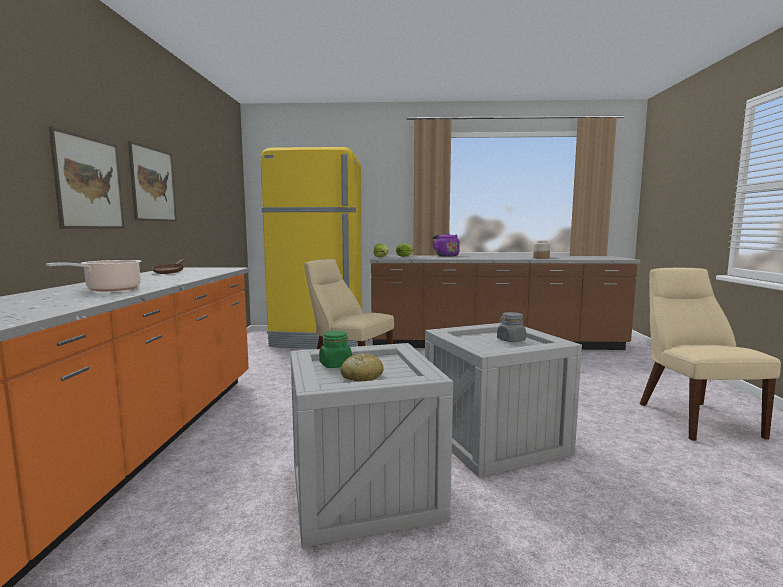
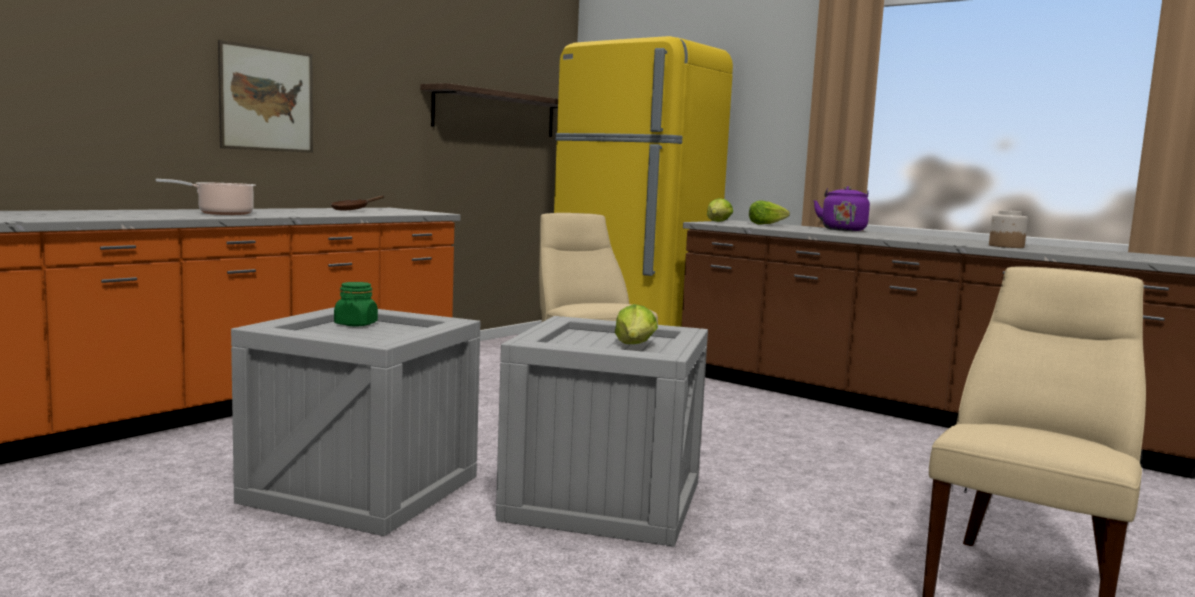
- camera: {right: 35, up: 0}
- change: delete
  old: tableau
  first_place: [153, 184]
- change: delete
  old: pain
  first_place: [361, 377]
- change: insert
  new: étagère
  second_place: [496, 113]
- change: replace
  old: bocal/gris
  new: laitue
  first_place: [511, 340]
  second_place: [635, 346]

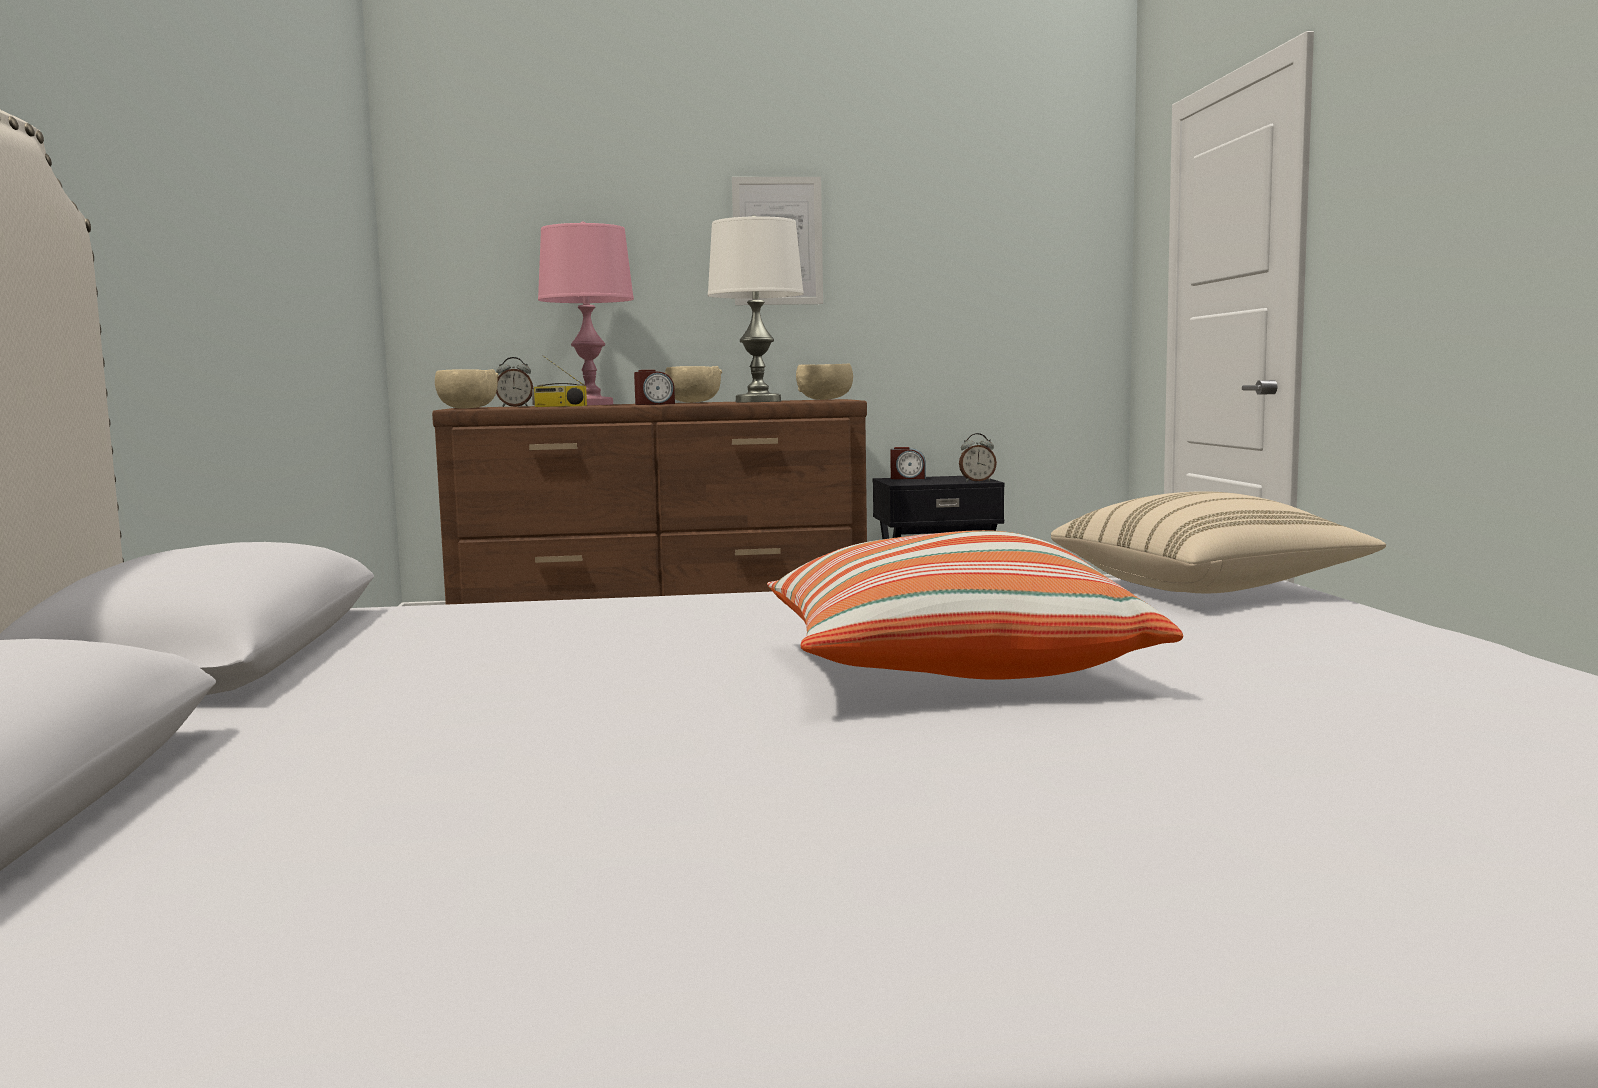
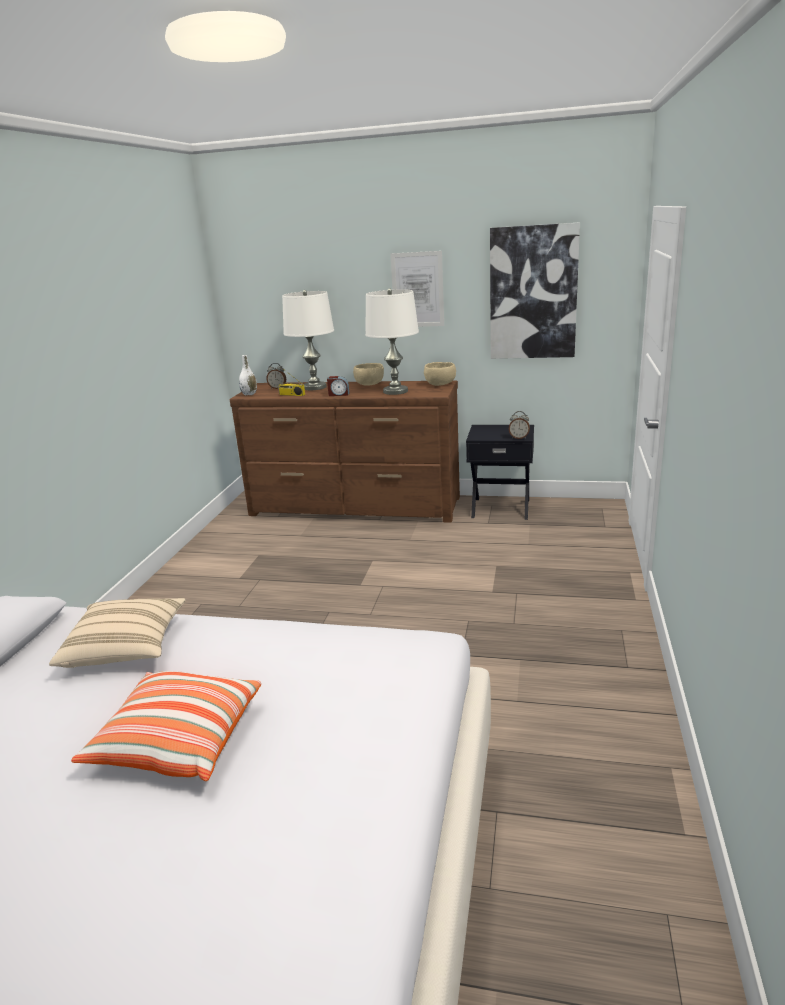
- camera: {right: 20, up: 15}
- change: delete
  old: réveil
  first_place: [908, 478]
- change: insert
  new: tableau
  second_place: [533, 293]
- change: move
  old: coussin/beige
  first_place: [1208, 588]
  second_place: [126, 648]
- change: replace
  old: bol/beige
  new: vase/blanc
  first_place: [467, 408]
  second_place: [249, 394]
- change: recolor
  old: lampe de table/rose
  new: lampe de table/blanc
  first_place: [591, 405]
  second_place: [315, 387]

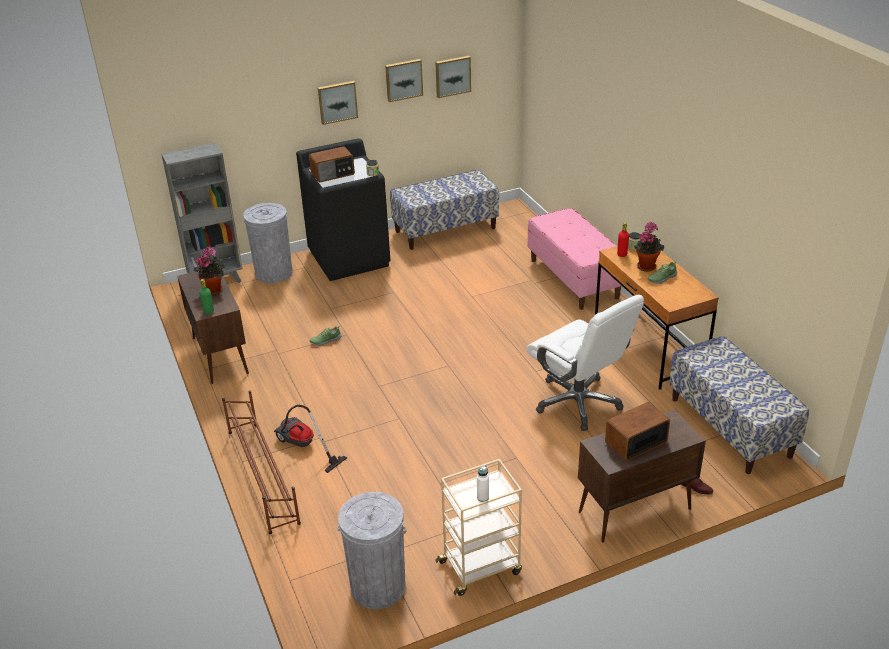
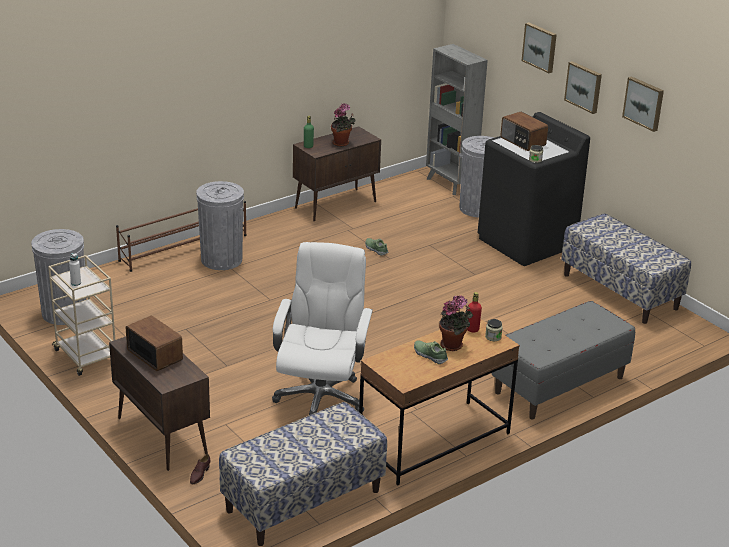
- camera: {right: 75, up: -5}
- change: move
  old: tableau
  first_place: [452, 76]
  second_place: [540, 47]
- change: replace
  old: aspirateur
  new: poubelle/gris
  first_place: [302, 447]
  second_place: [221, 259]
- change: recolor
  old: banc/rose
  new: banc/gris
  first_place: [574, 279]
  second_place: [559, 385]
- change: rotate
  old: chaise de bureau/blanc
  first_place: [578, 402]
  second_place: [320, 397]
  degrees: 150

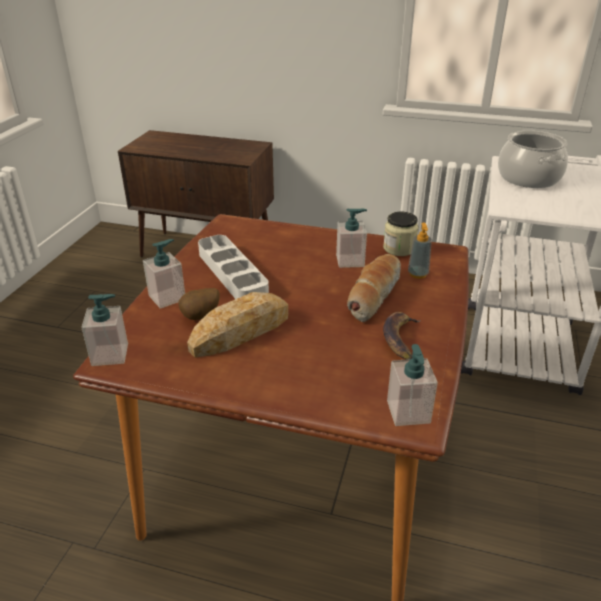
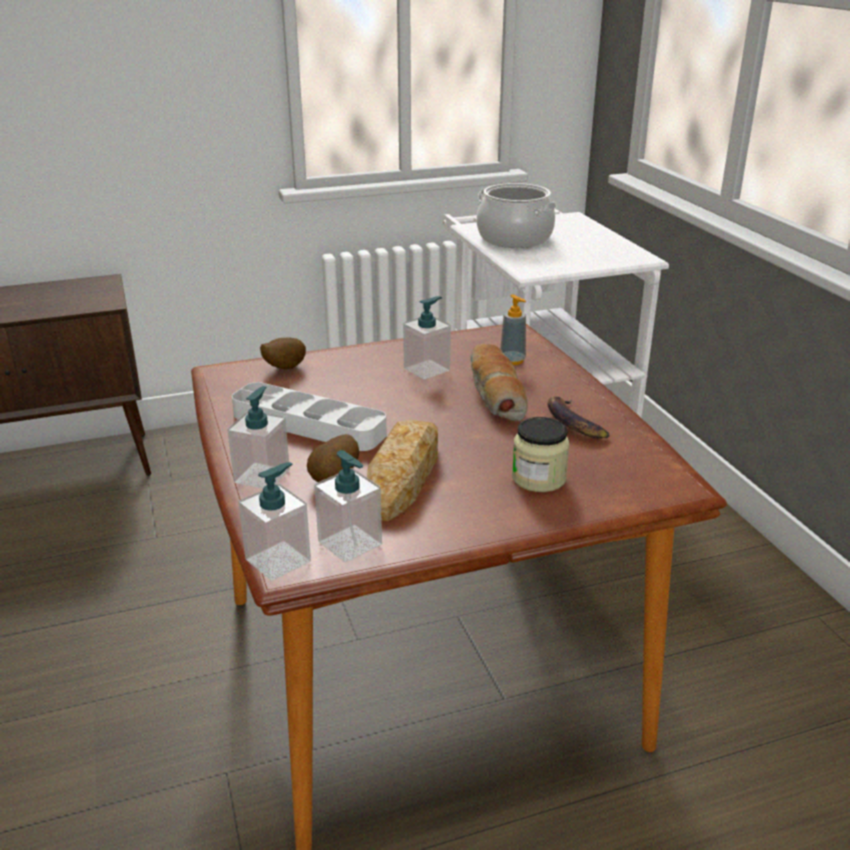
- camera: {right: -35, up: -5}
- change: insert
  new: pomme de terre
  second_place: [283, 368]
- change: move
  old: bocal
  first_place: [399, 248]
  second_place: [538, 478]
- change: move
  old: distributeur de savon
  first_place: [408, 412]
  second_place: [350, 543]

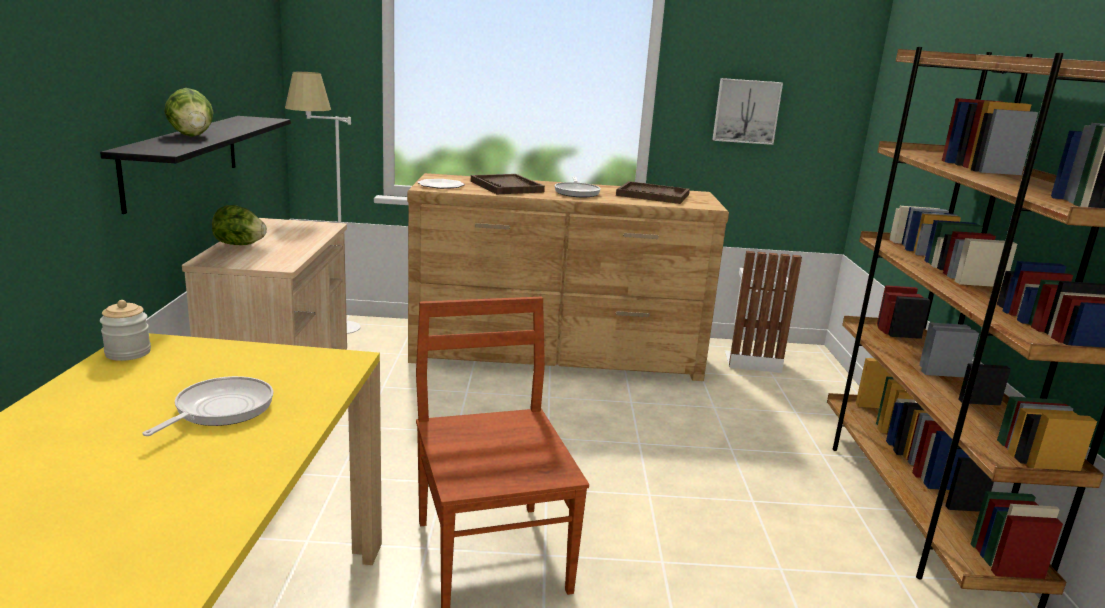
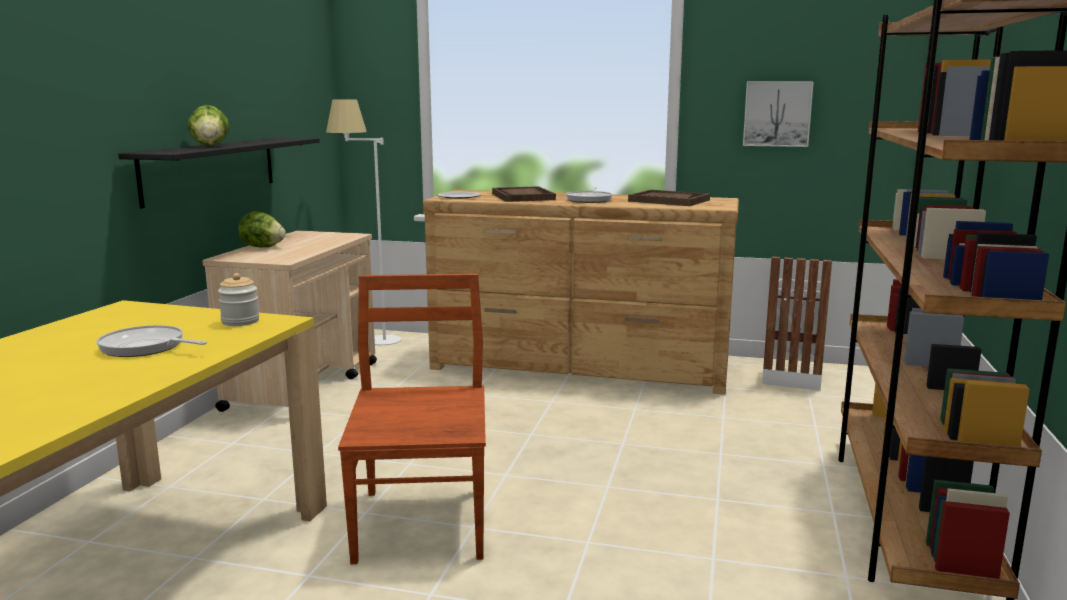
- camera: {right: 15, up: -5}
- change: move
  old: bocal
  first_place: [128, 353]
  second_place: [240, 321]
- change: rotate
  old: poêle
  first_place: [220, 410]
  second_place: [146, 347]
  degrees: -105

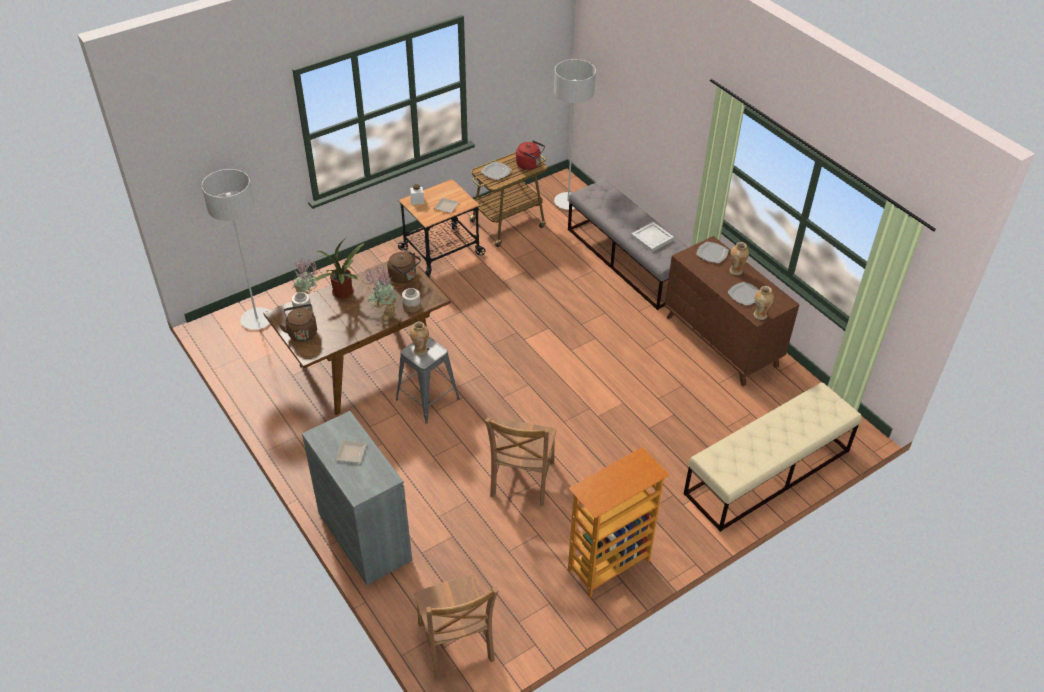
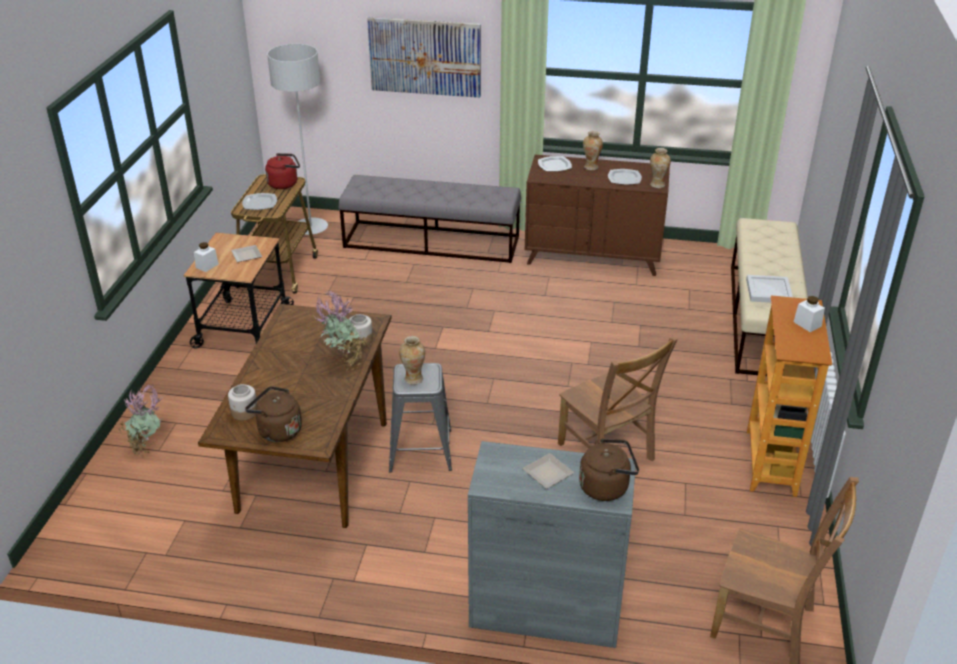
- camera: {right: -45, up: -10}
- change: delete
  old: lampadaire/gris
  first_place: [257, 320]
- change: delete
  old: plante en pot
  first_place: [344, 294]
- change: insert
  new: tableau
  second_place: [425, 57]
- change: insert
  new: bocal/blanc
  second_place: [807, 324]
- change: move
  old: bouilloire/marron
  first_place: [404, 277]
  second_place: [607, 486]
- change: move
  old: plateau/blanc
  first_place: [652, 238]
  second_place: [768, 291]

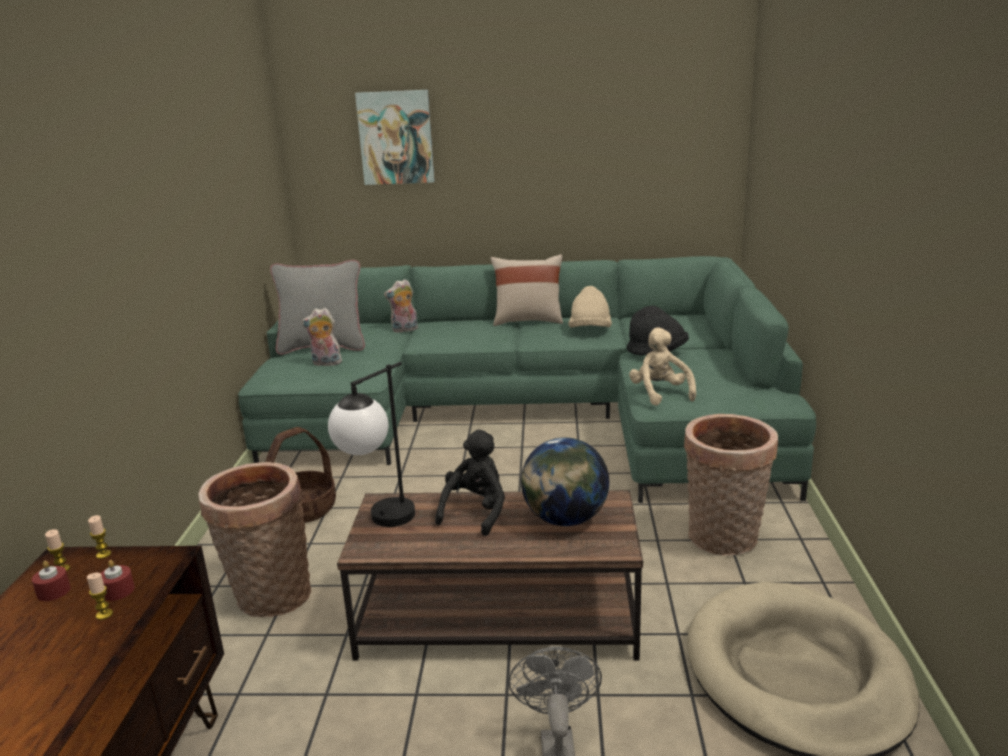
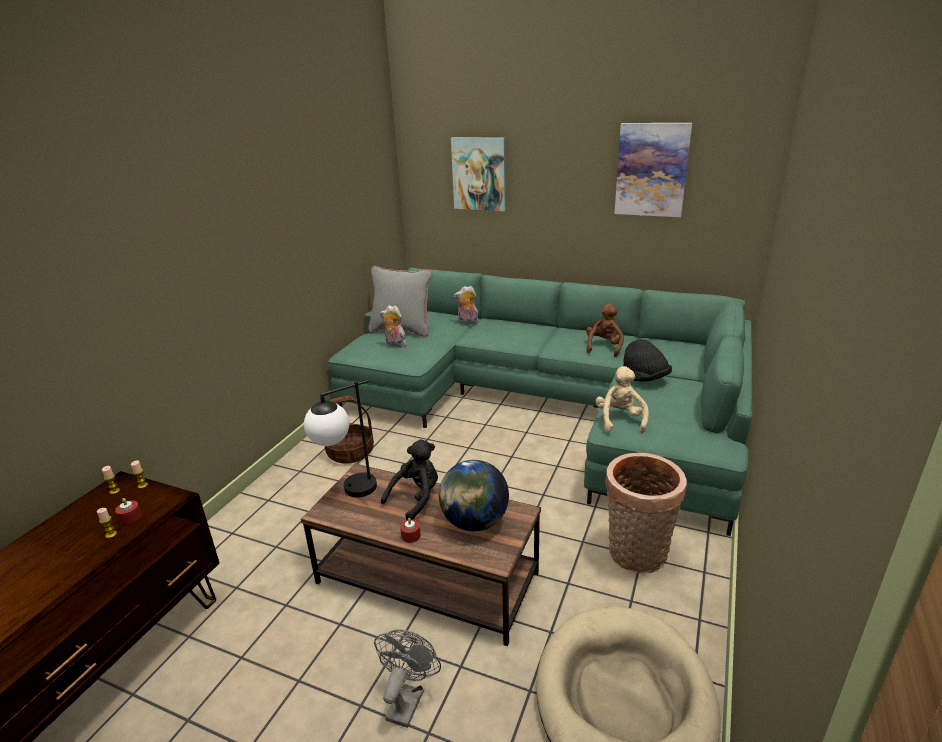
- camera: {right: 20, up: 5}
- change: delete
  old: panier
  first_place: [269, 597]
- change: delete
  old: coussin/beige
  first_place: [528, 321]
- change: insert
  new: tableau
  second_place: [651, 170]
- change: move
  old: bougie/rouge
  first_place: [53, 591]
  second_place: [411, 536]
- change: replace
  old: chapeau/beige
  new: peluche/marron
  first_place: [590, 331]
  second_place: [604, 347]

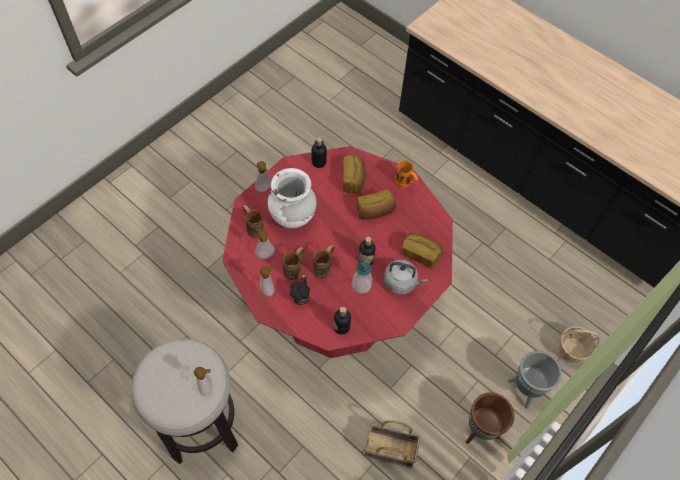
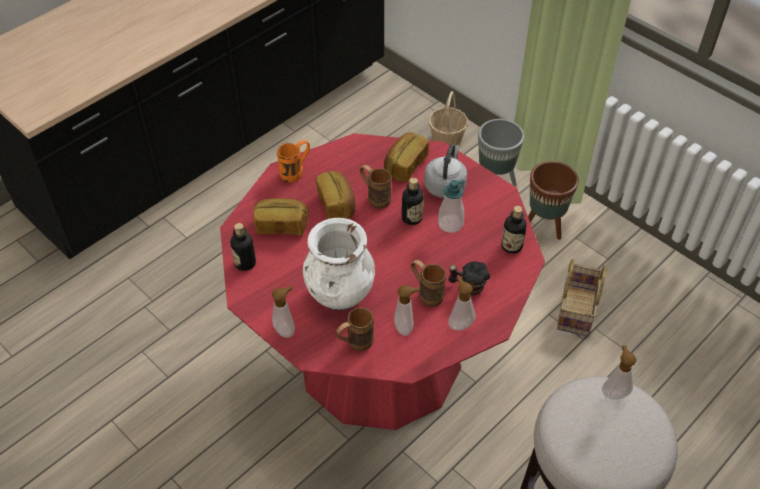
- camera: {right: -85, up: -10}
- change: move
  old: mug/marron
  first_place: [324, 267]
  second_place: [375, 197]

